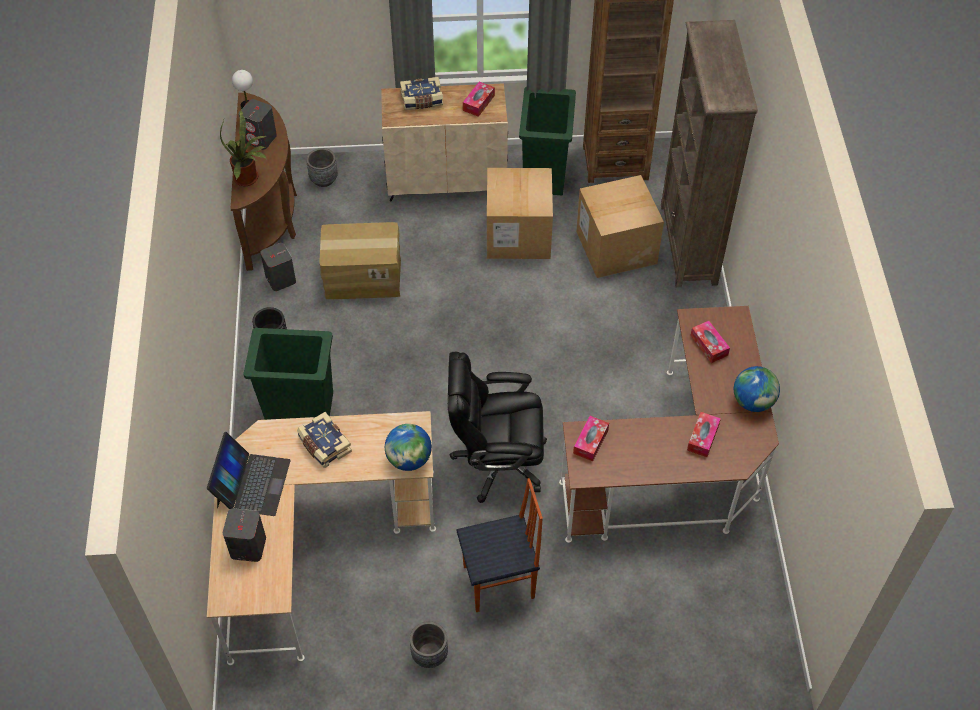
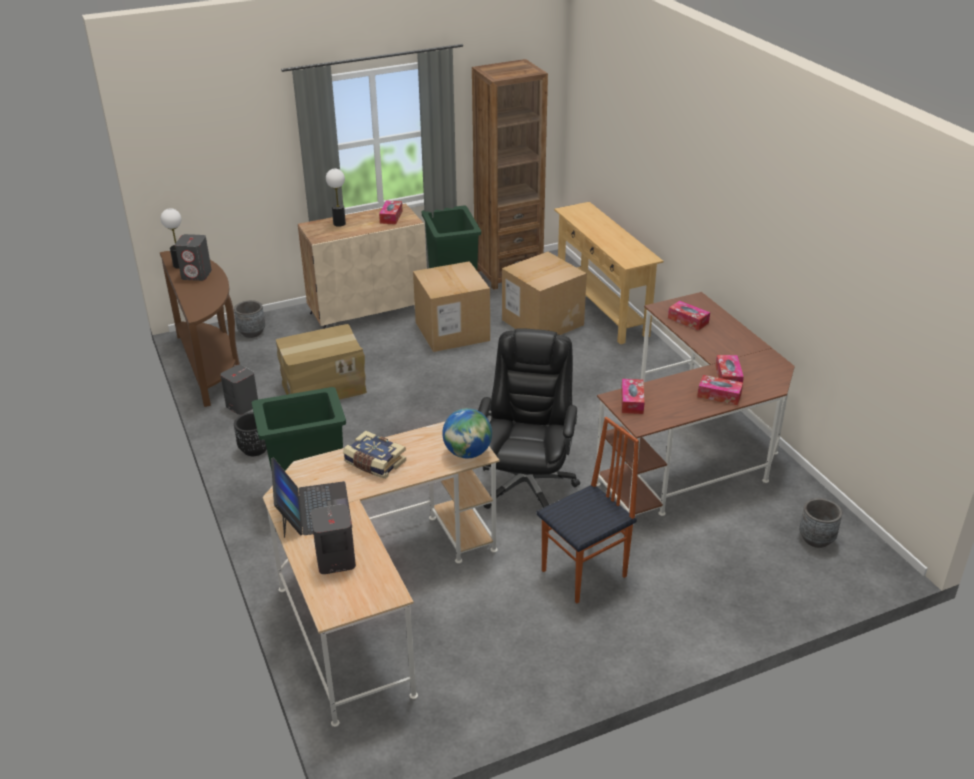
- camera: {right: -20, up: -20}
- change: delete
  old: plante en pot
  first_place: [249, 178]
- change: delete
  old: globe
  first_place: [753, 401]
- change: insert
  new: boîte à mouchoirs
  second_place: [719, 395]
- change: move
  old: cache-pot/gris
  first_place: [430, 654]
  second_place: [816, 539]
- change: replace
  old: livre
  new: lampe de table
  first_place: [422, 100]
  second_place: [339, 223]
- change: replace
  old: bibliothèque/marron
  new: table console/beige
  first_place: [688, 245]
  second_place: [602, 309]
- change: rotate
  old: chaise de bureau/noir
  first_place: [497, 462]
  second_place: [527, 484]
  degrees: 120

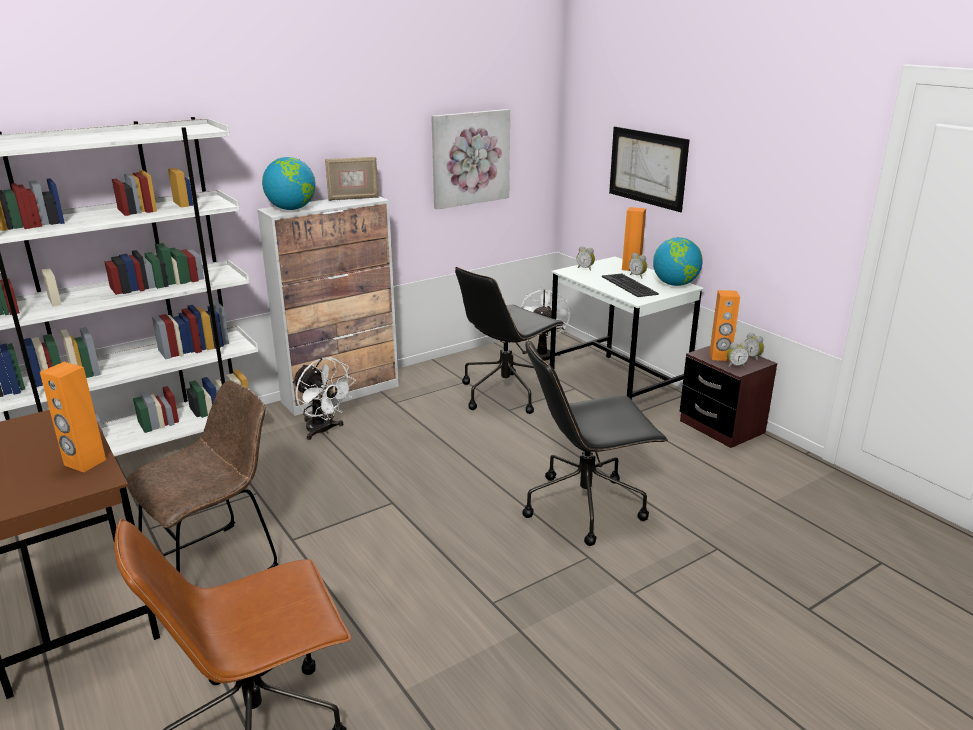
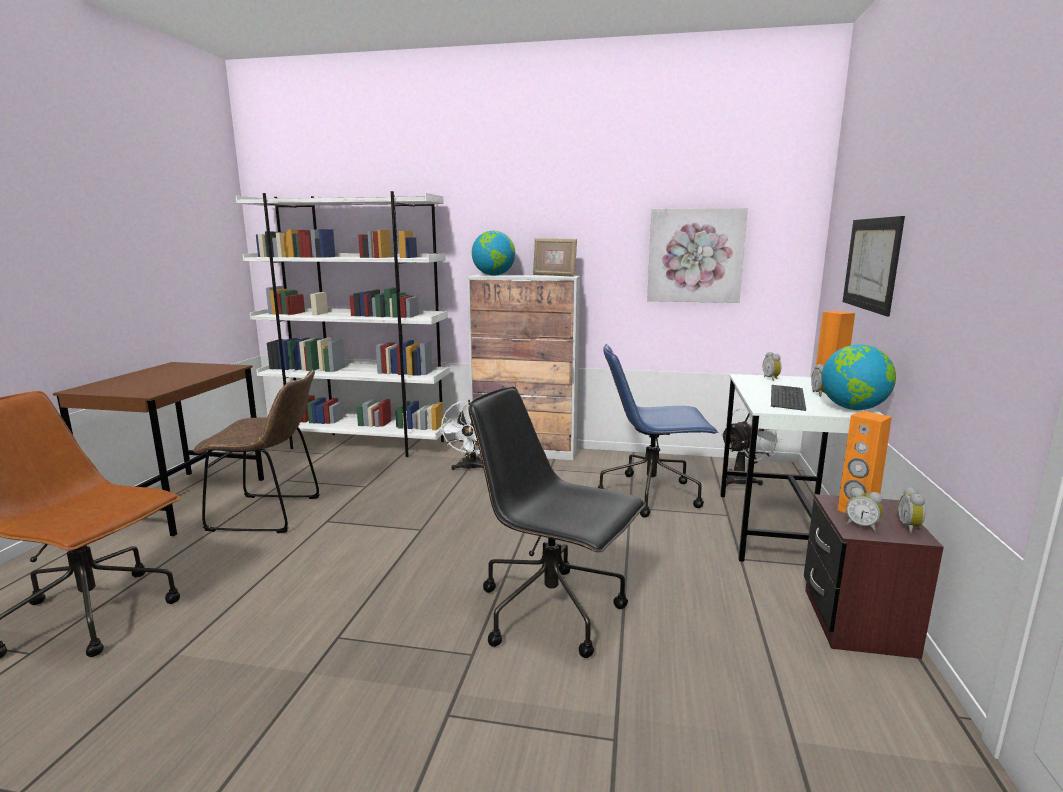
- camera: {right: 45, up: -10}
- change: delete
  old: enceinte/orange
  first_place: [84, 463]
- change: recolor
  old: chaise de bureau/noir
  new: chaise de bureau/bleu
  first_place: [506, 393]
  second_place: [652, 494]

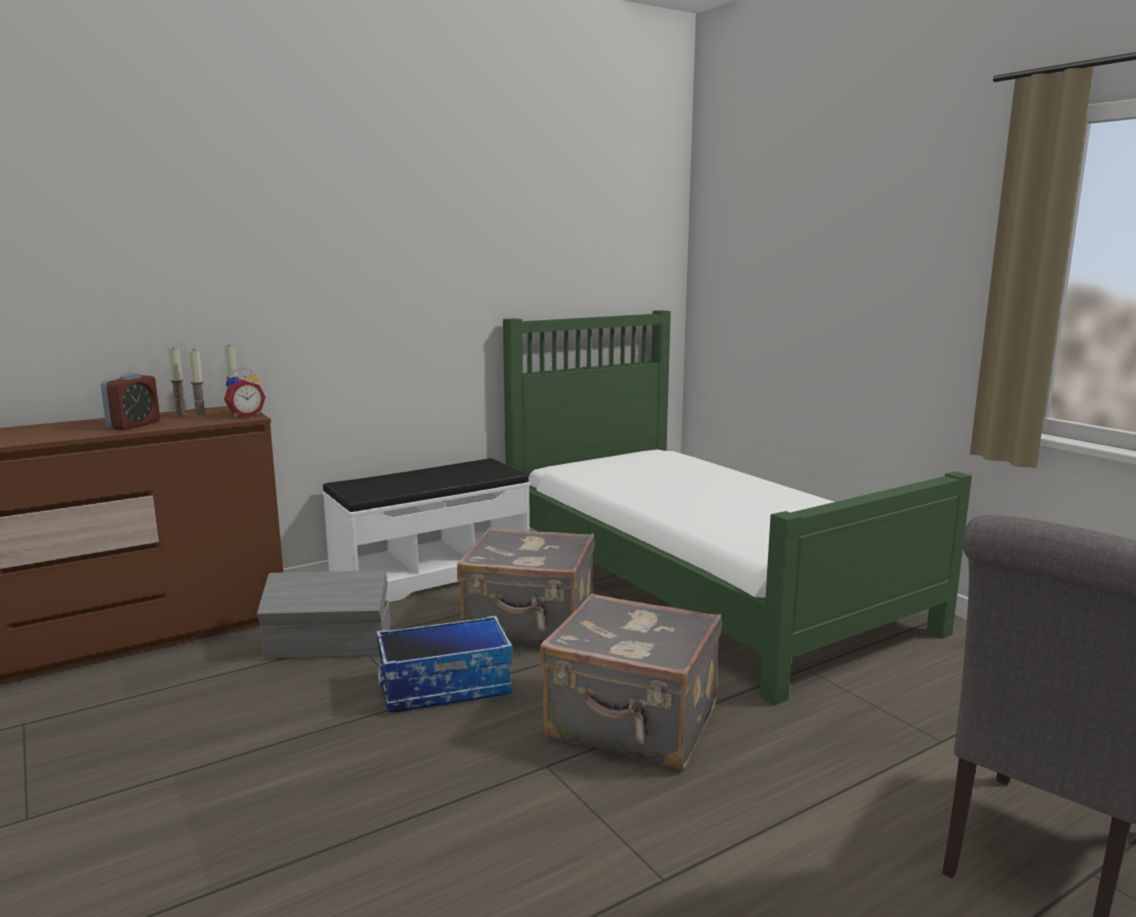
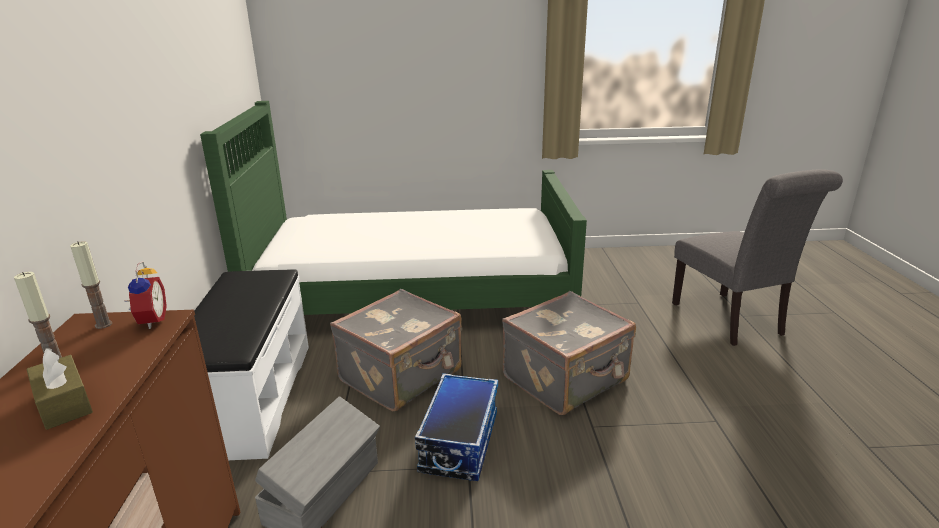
- camera: {right: -60, up: 10}
- change: delete
  old: bougie
  first_place: [200, 416]
- change: replace
  old: réveil
  new: boîte à mouchoirs/marron
  first_place: [134, 425]
  second_place: [64, 403]

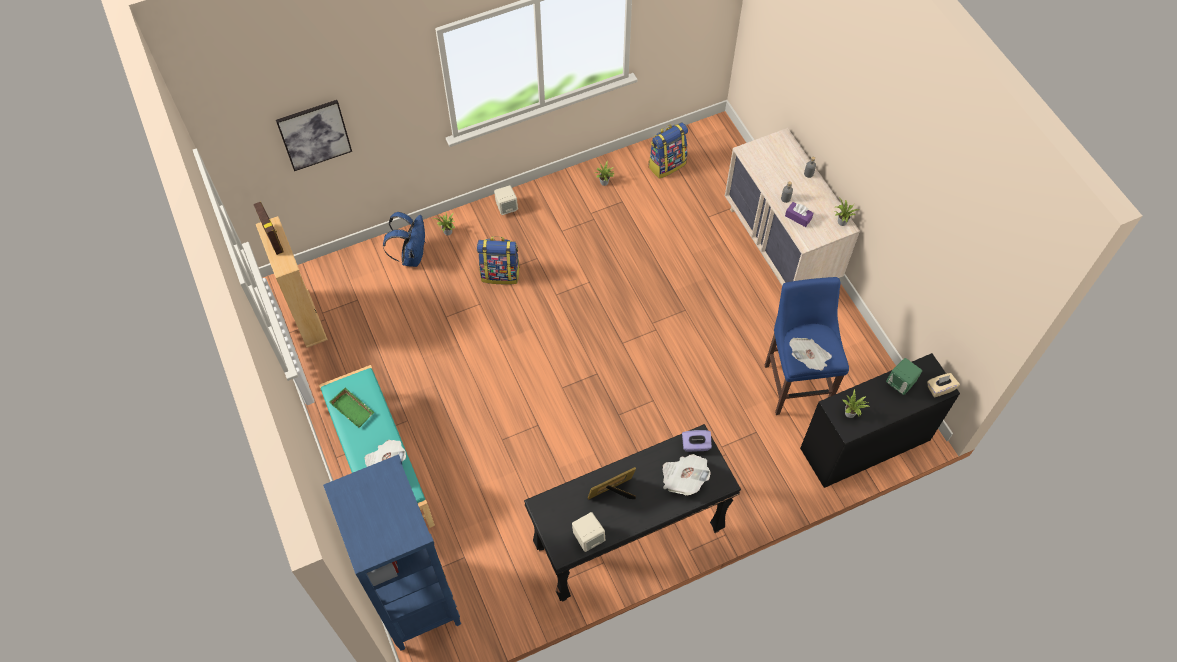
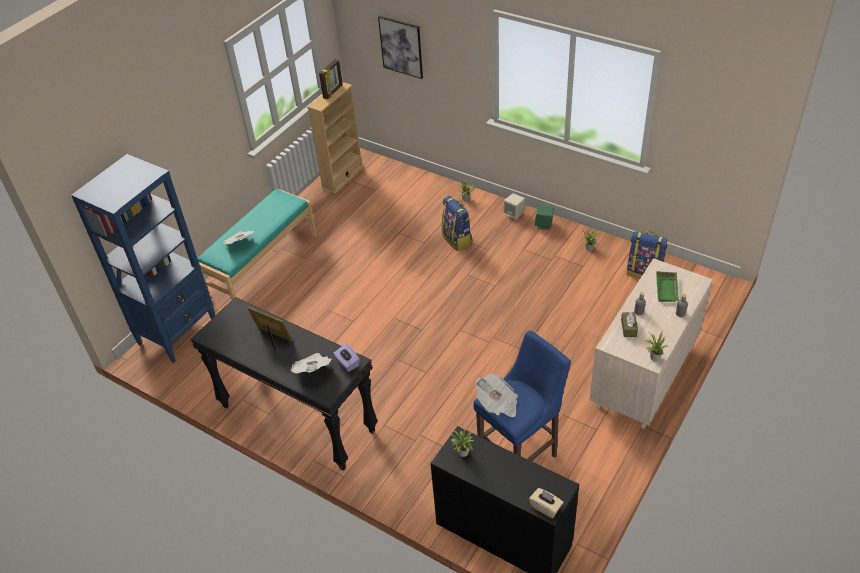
- camera: {right: 60, up: -15}
- change: delete
  old: sac à dos/bleu
  first_place: [412, 255]
- change: delete
  old: enceinte/beige
  first_place: [588, 537]
- change: move
  old: plateau/vert
  first_place: [354, 409]
  second_place: [668, 289]
- change: move
  old: enceinte/vert
  first_place: [900, 383]
  second_place: [544, 225]
- change: recolor
  old: boîte à mouchoirs/violet
  new: boîte à mouchoirs/marron
  first_place: [798, 217]
  second_place: [628, 328]

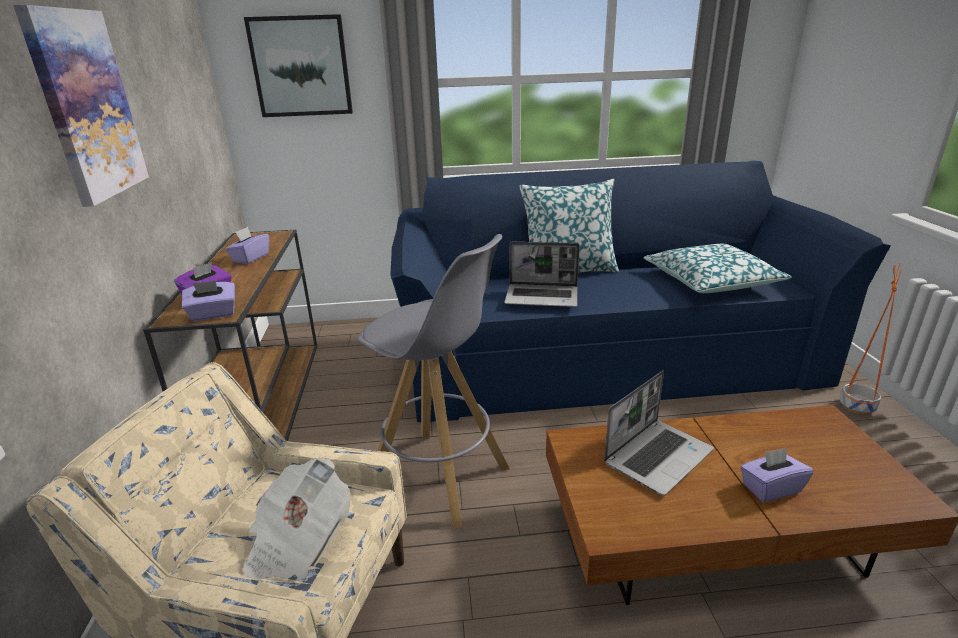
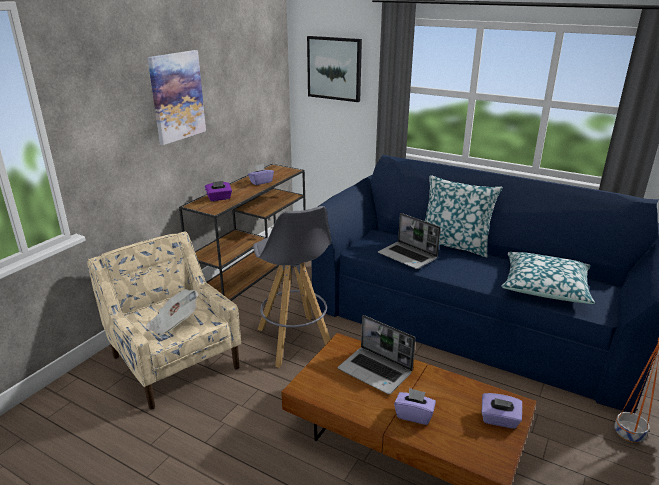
- camera: {right: 35, up: 0}
- change: move
  old: boîte à mouchoirs/violet
  first_place: [213, 314]
  second_place: [499, 420]
- change: rotate
  old: ordinateur portable
  first_place: [658, 456]
  second_place: [376, 371]
  degrees: 45

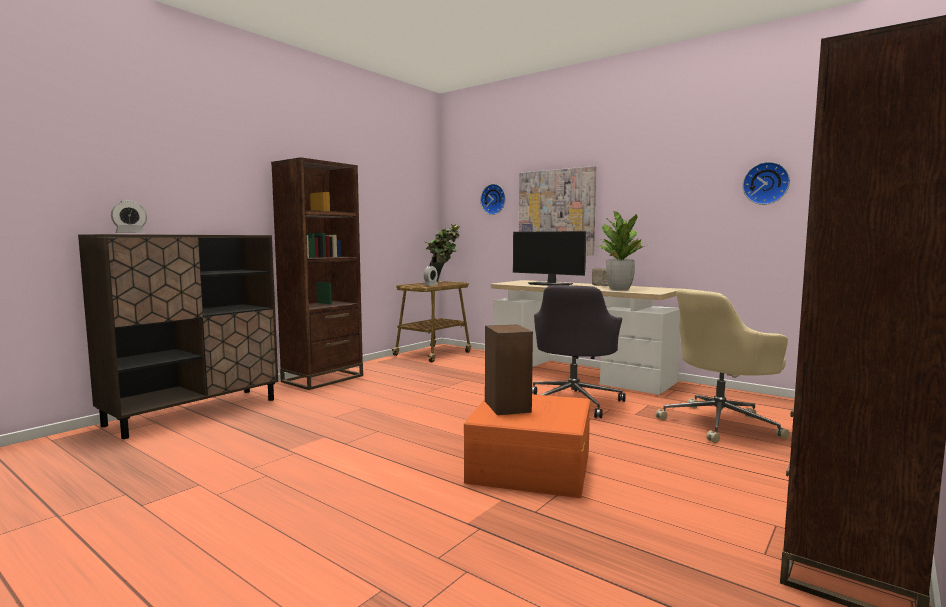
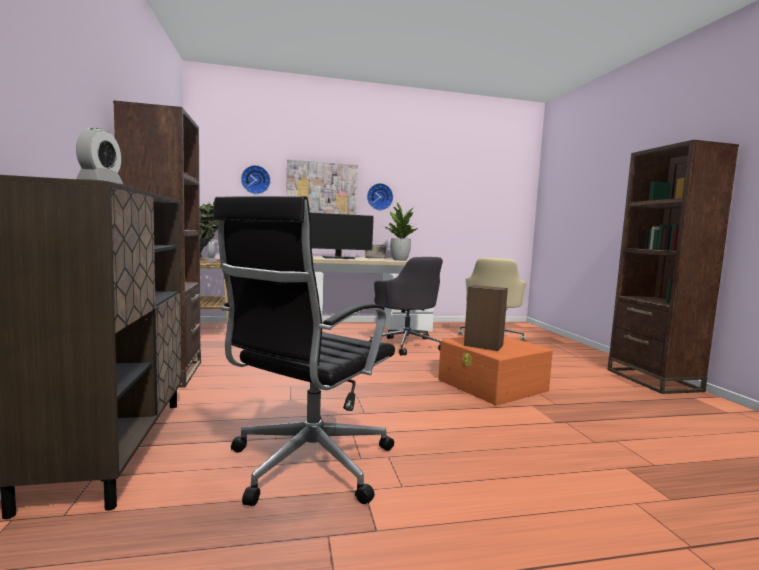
- camera: {right: -50, up: 0}
- change: insert
  new: chaise de bureau/noir
  second_place: [307, 465]
- change: move
  old: horloge murale
  first_place: [766, 183]
  second_place: [379, 197]

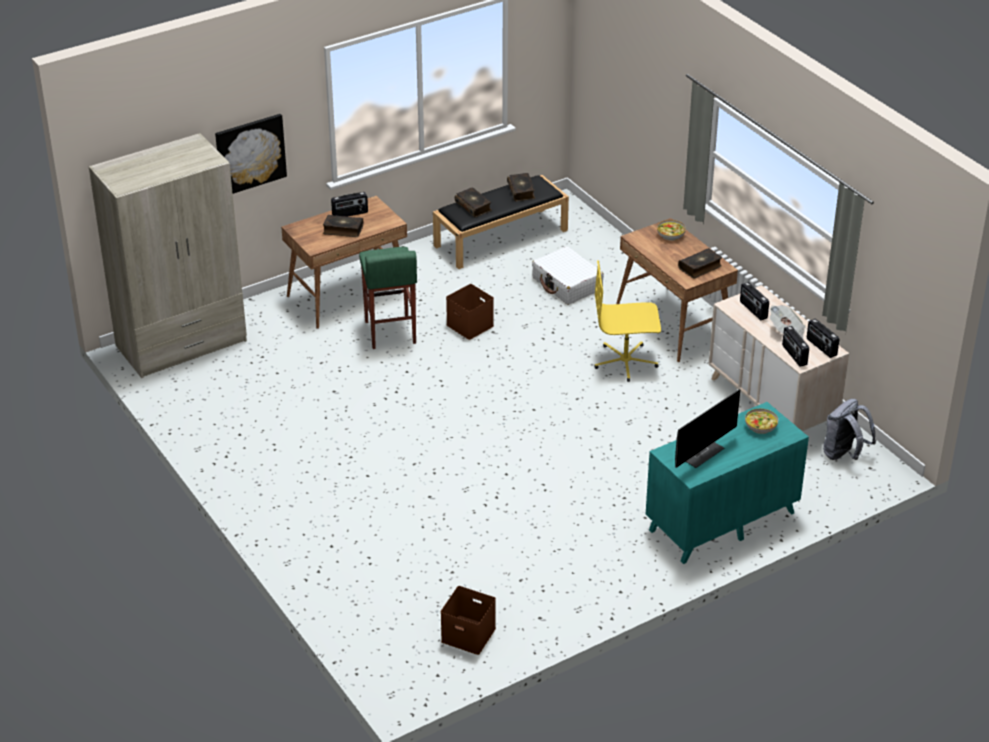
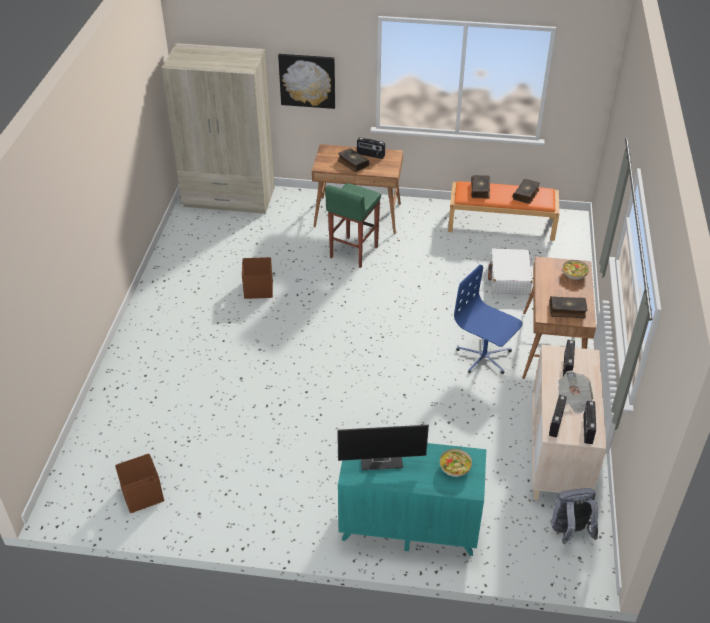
- camera: {right: 40, up: 5}
- change: move
  old: boîte de rangement/marron
  first_place: [471, 325]
  second_place: [259, 289]
- change: recolor
  old: banc/noir
  new: banc/orange
  first_place: [501, 237]
  second_place: [502, 224]
- change: recolor
  old: chaise de bureau/jaune
  new: chaise de bureau/bleu
  first_place: [625, 362]
  second_place: [484, 357]

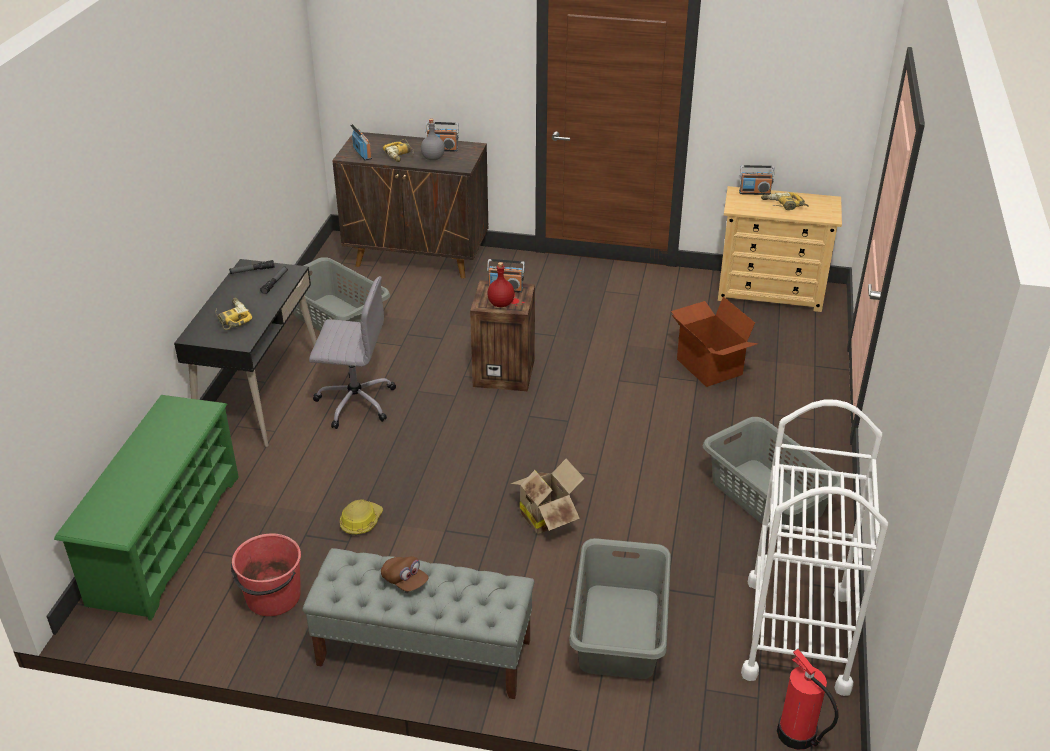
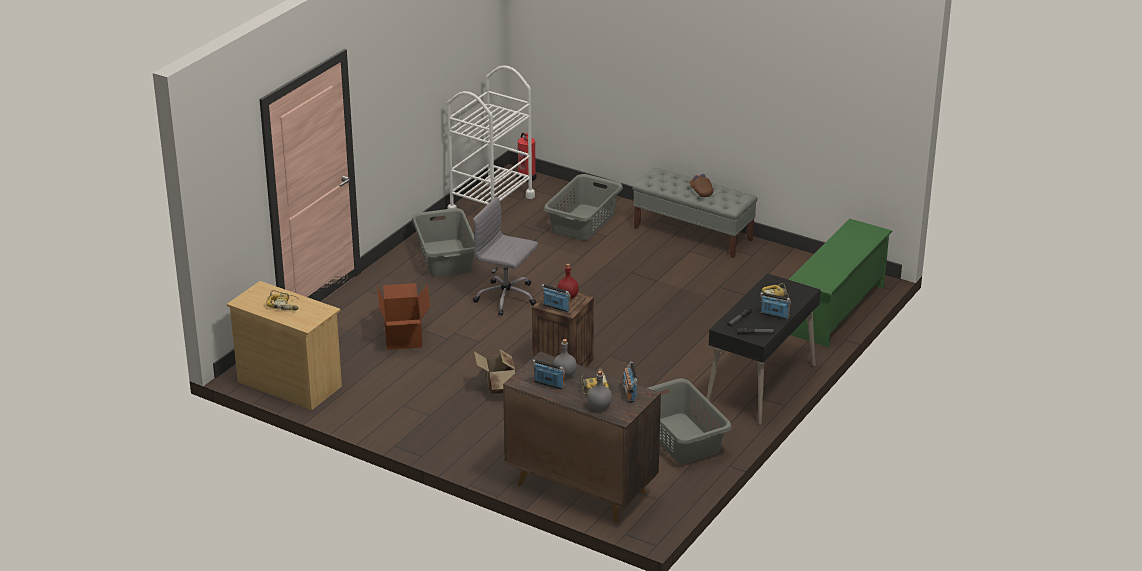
- camera: {right: -160, up: -5}
- change: delete
  old: seau/rouge
  first_place: [273, 597]
- change: delete
  old: casque de chantier
  first_place: [361, 522]
- change: insert
  new: bouteille/gris
  second_place: [599, 407]
- change: move
  old: chaise de bureau/gris
  first_place: [354, 402]
  second_place: [507, 298]
- change: move
  old: carton
  first_place: [547, 516]
  second_place: [498, 388]
- change: move
  old: radio
  first_place: [754, 192]
  second_place: [774, 315]

